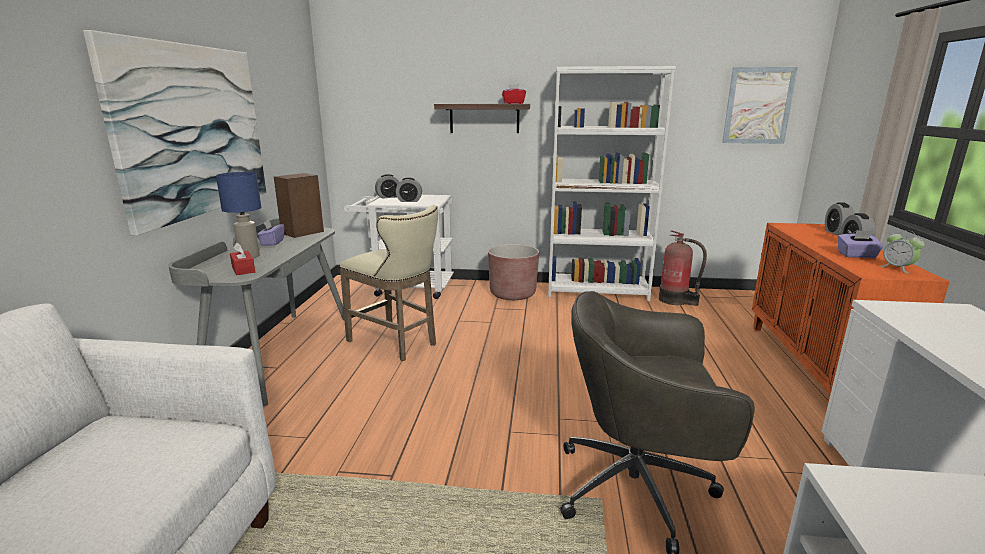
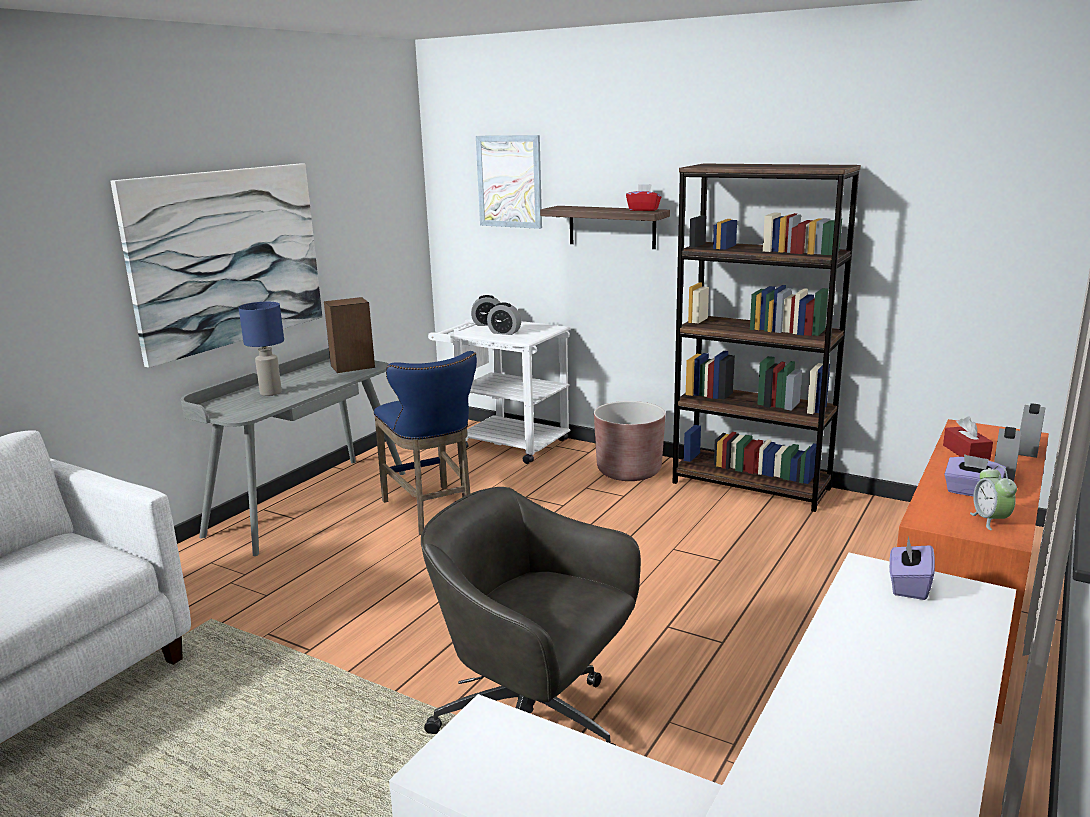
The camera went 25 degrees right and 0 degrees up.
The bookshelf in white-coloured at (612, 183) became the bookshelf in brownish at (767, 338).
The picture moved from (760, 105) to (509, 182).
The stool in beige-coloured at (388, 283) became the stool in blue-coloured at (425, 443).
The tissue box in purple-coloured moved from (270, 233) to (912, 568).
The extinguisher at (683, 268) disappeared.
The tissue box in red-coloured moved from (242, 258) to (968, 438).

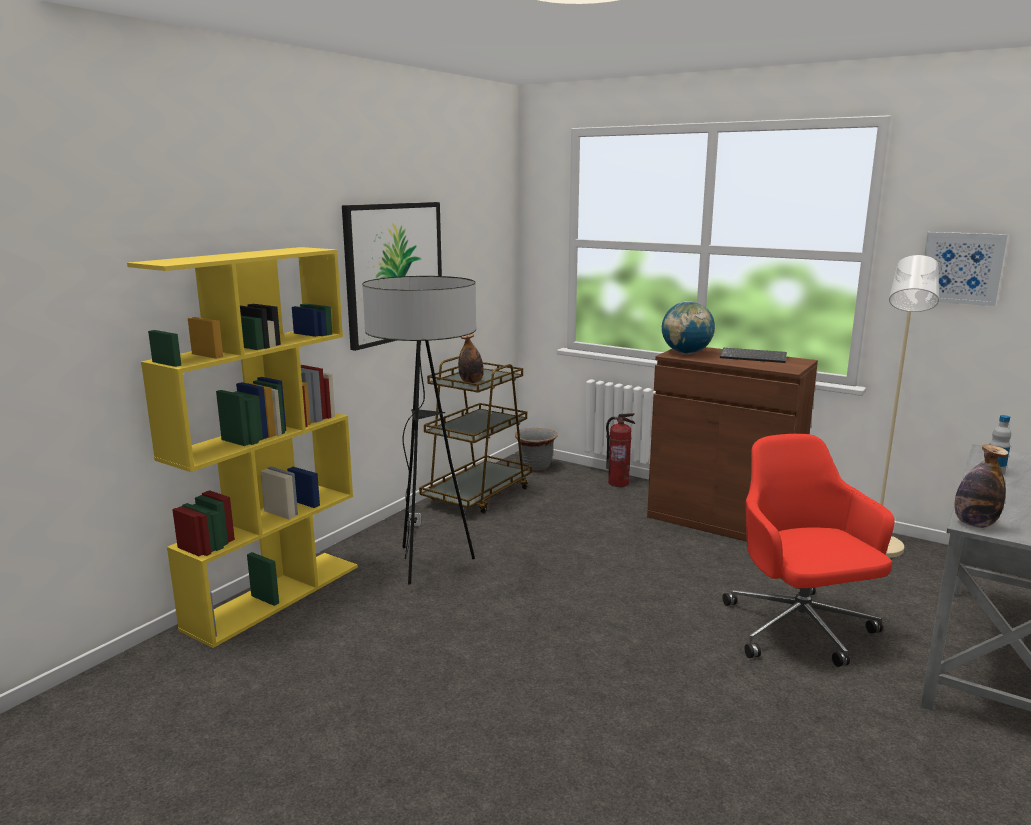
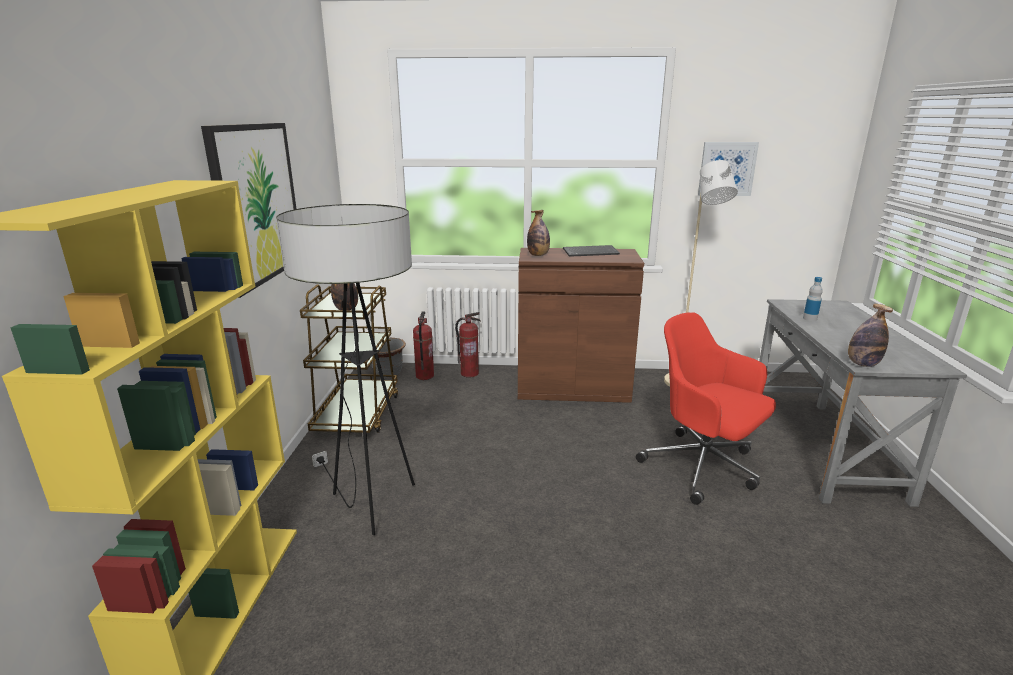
The camera went 30 degrees left and 5 degrees up.
The globe at (688, 327) was replaced by the bottle at (538, 233).
The extinguisher at (423, 345) appeared.

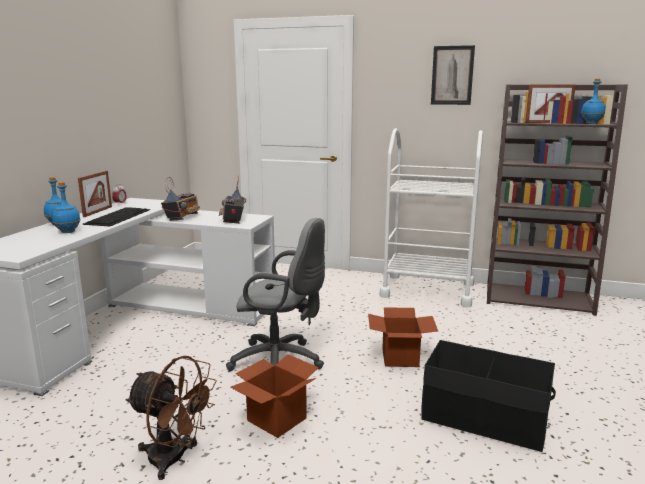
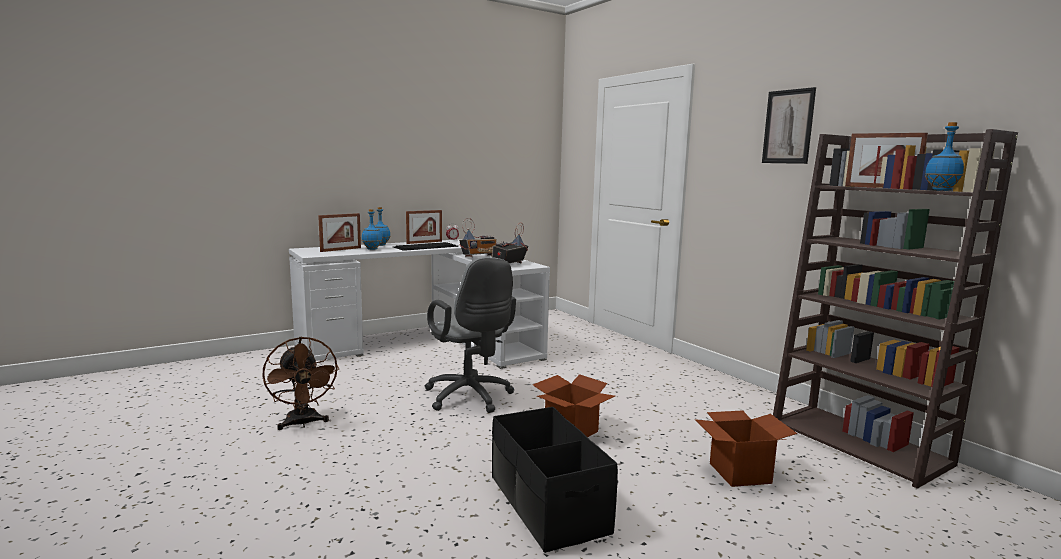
The camera went 40 degrees right and 5 degrees down.
The cart in white-coloured at (431, 217) disappeared.
The carton moved from (274, 396) to (746, 449).
The picture frame at (339, 232) appeared.

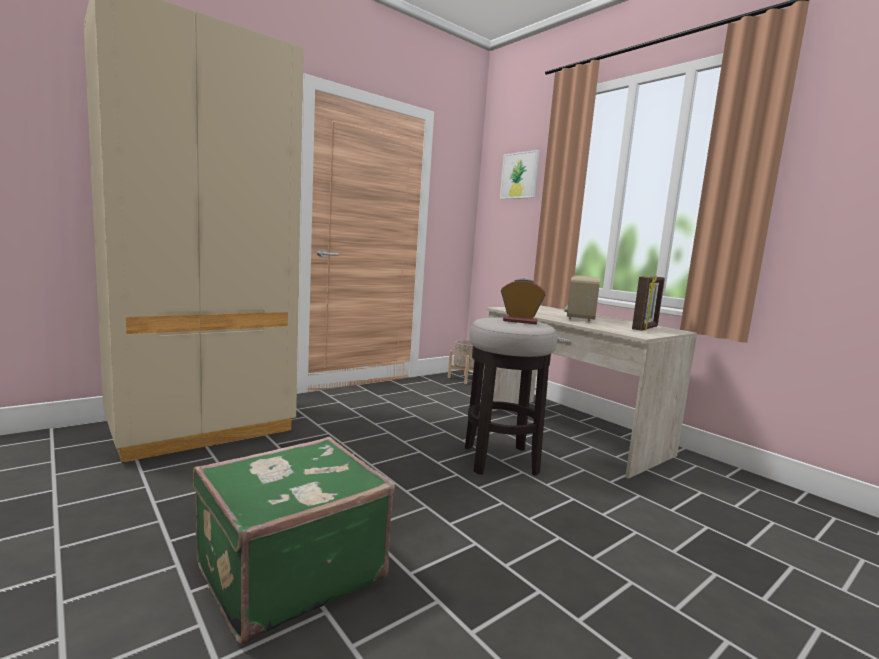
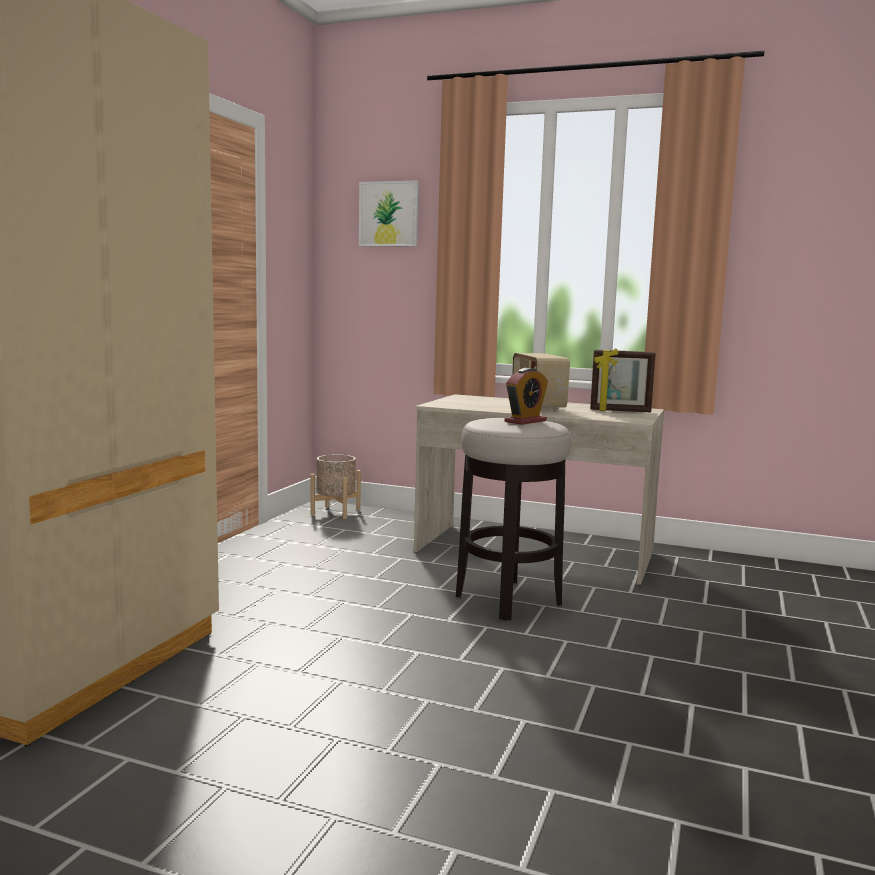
The camera went 30 degrees left and 0 degrees up.
The picture frame at (648, 303) turned 90 degrees clockwise.
The bedside clock at (523, 301) turned 150 degrees clockwise.
The piece of luggage in green at (294, 541) disappeared.

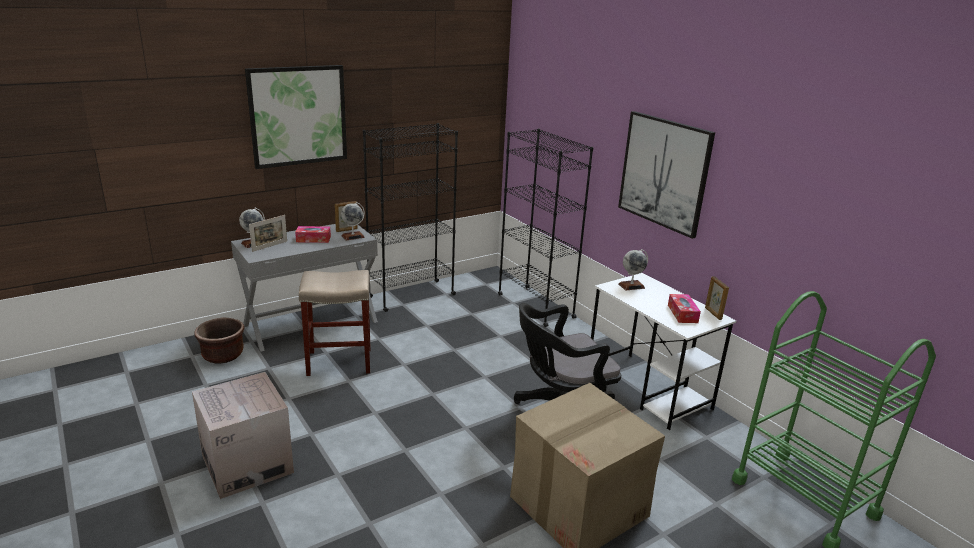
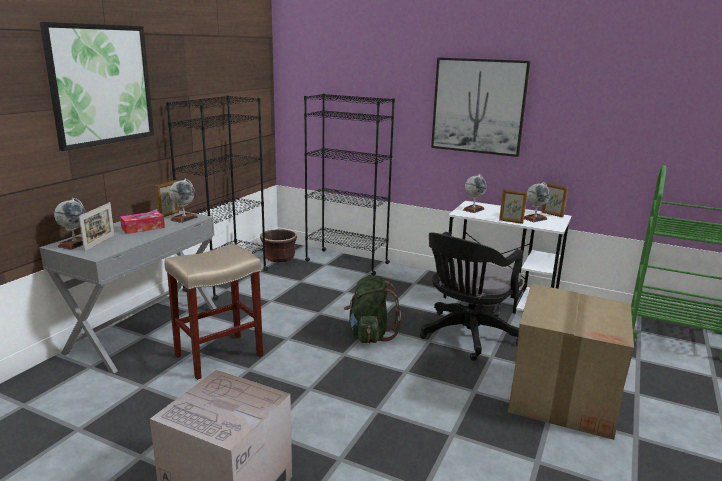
The camera went 30 degrees left and 5 degrees down.
The tissue box at (684, 308) was replaced by the globe at (537, 202).
The plant pot in brownish moved from (219, 341) to (278, 245).
The picture frame at (513, 206) appeared.
The backpack in green at (372, 309) appeared.

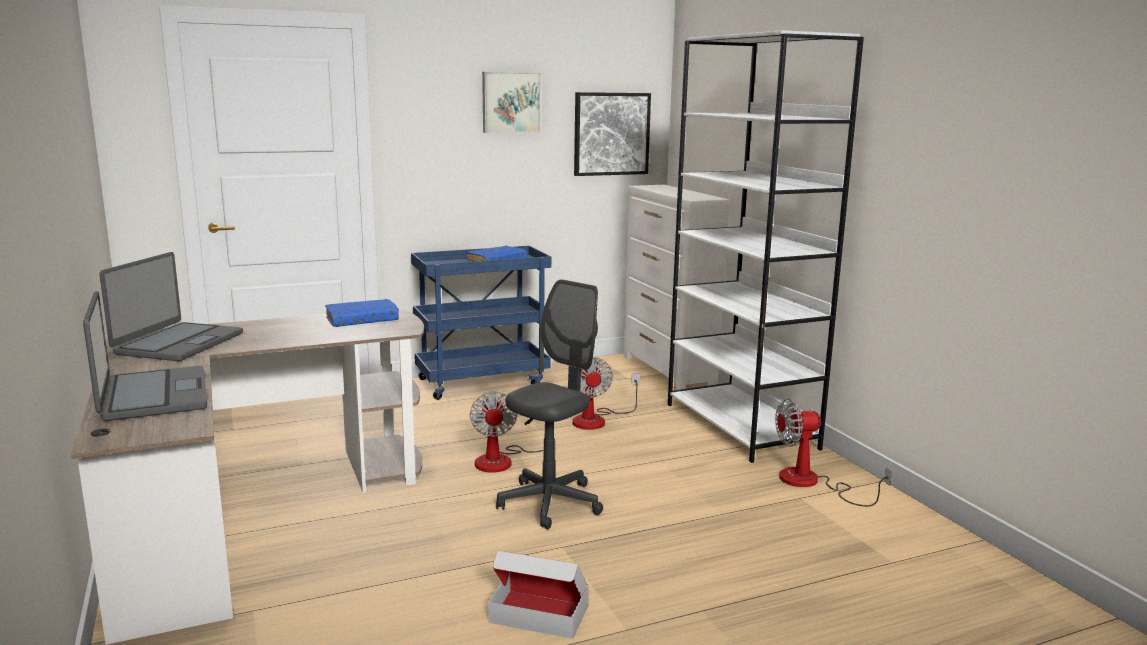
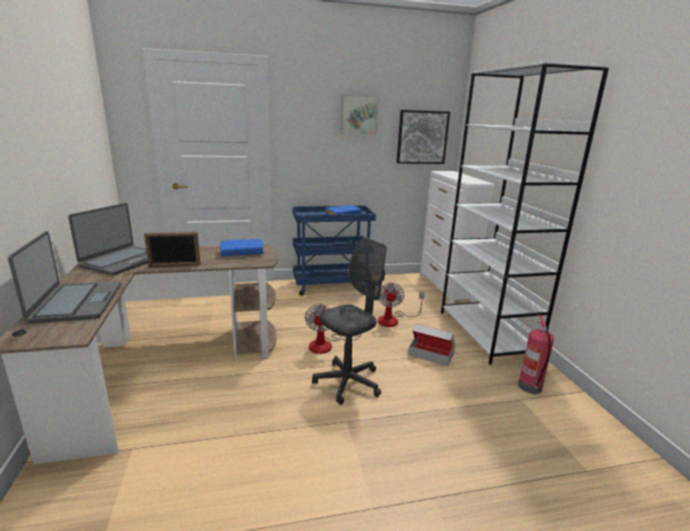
The camera went 10 degrees right and 5 degrees up.
The fan at (833, 453) was replaced by the extinguisher at (536, 354).
The carton moved from (538, 594) to (431, 344).
The picture frame at (172, 250) appeared.

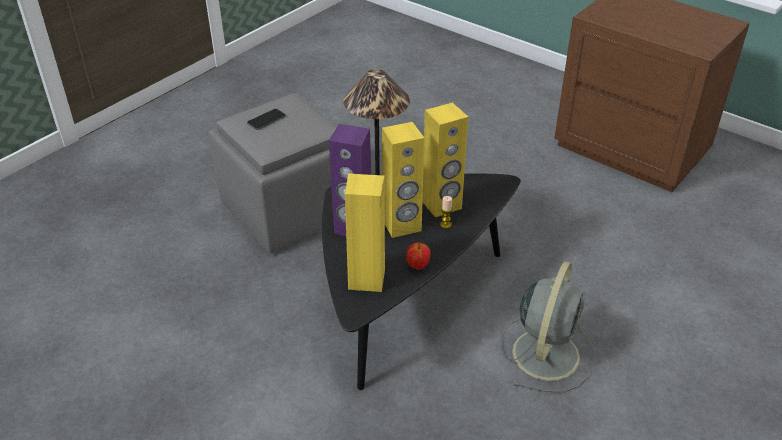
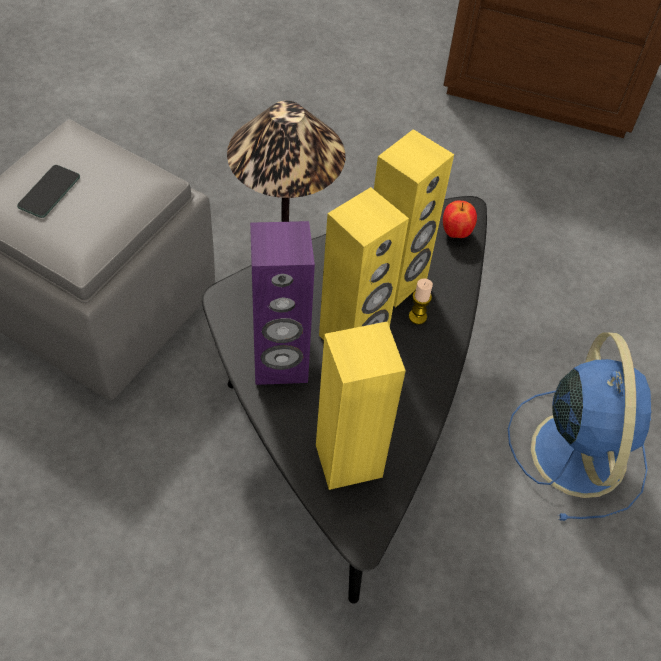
The camera went 25 degrees left and 15 degrees up.
The apple moved from (418, 256) to (460, 219).
The fan in grey at (548, 326) became the fan in blue-coloured at (580, 426).

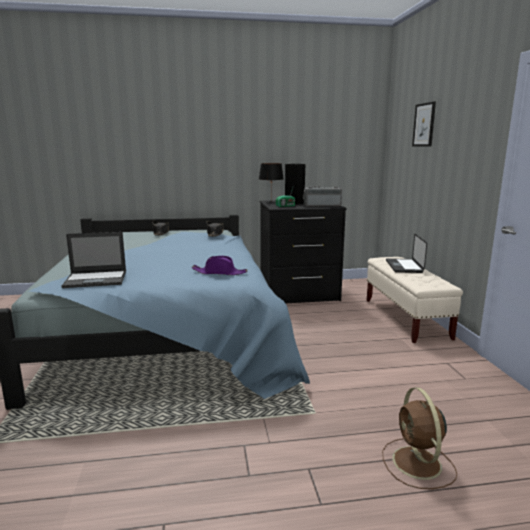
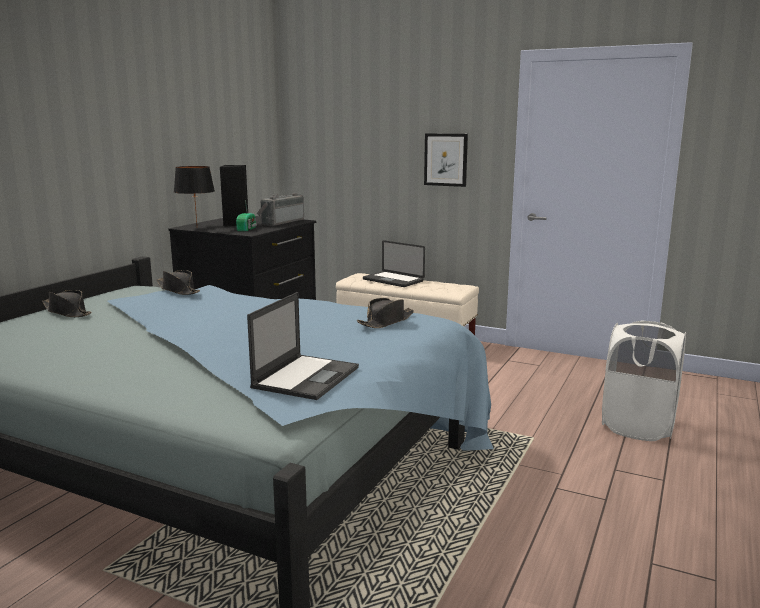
The camera went 55 degrees left and 0 degrees up.
The picture moved from (424, 124) to (446, 160).
The wearable hat in purple-coloured at (219, 265) became the wearable hat in black-coloured at (385, 313).
The fan in brownish at (419, 438) was replaced by the washing basket in white-coloured at (644, 381).

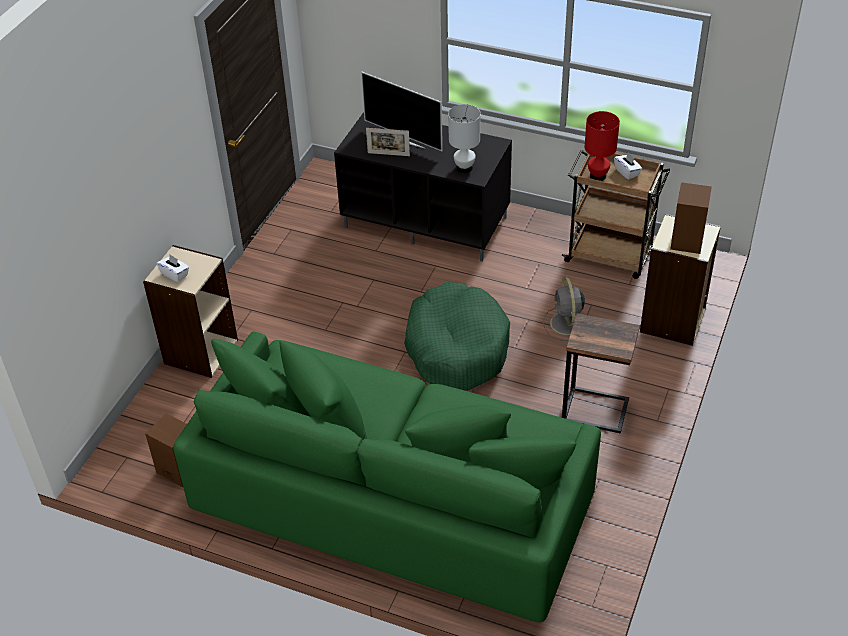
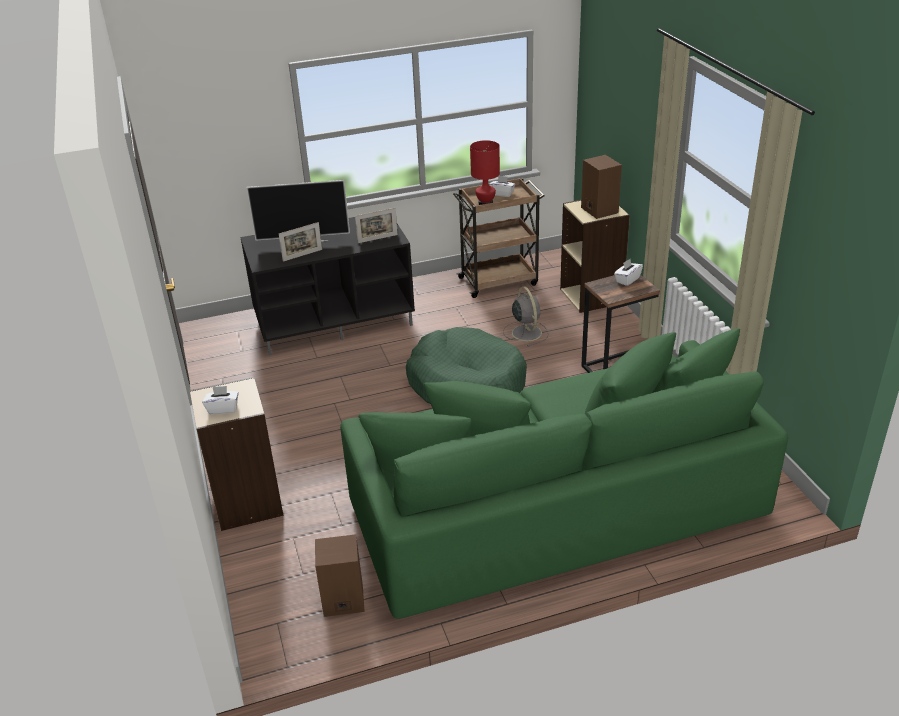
The camera went 40 degrees left and 10 degrees down.
The table lamp in white-coloured at (464, 138) was replaced by the picture frame at (376, 225).
The fan in grey at (564, 309) turned 150 degrees counterclockwise.
The tissue box in white-coloured at (628, 272) appeared.

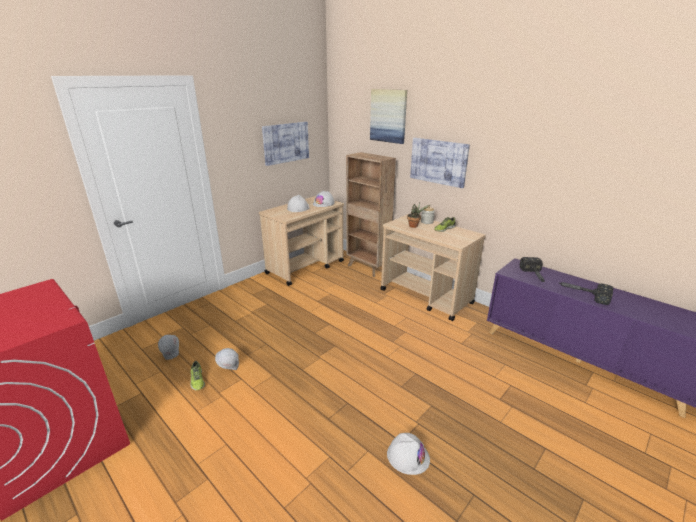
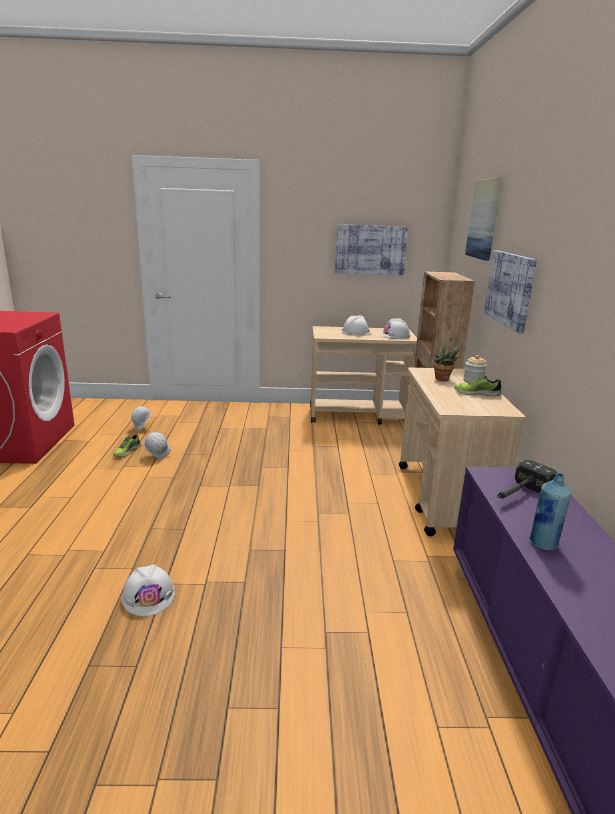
The camera went 45 degrees right and 5 degrees down.
The hand hammer at (585, 293) was replaced by the bottle in blue-coloured at (550, 512).

